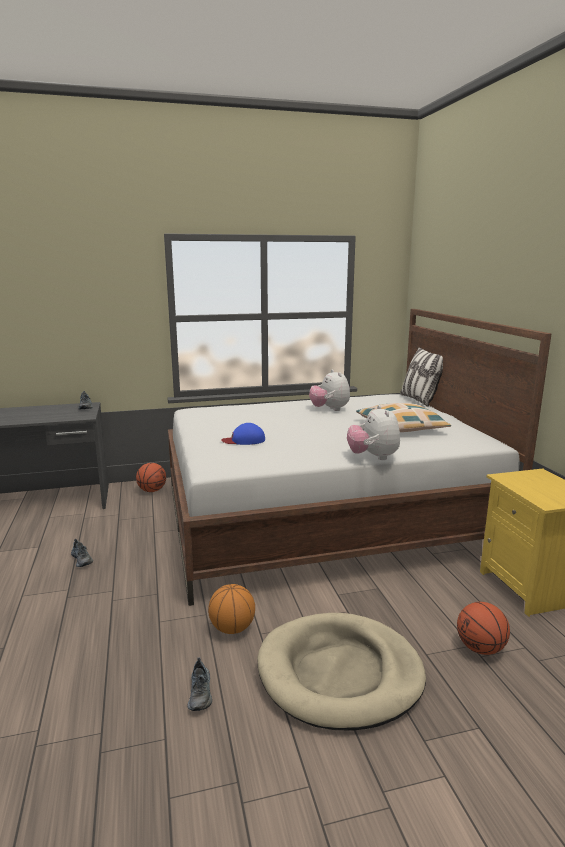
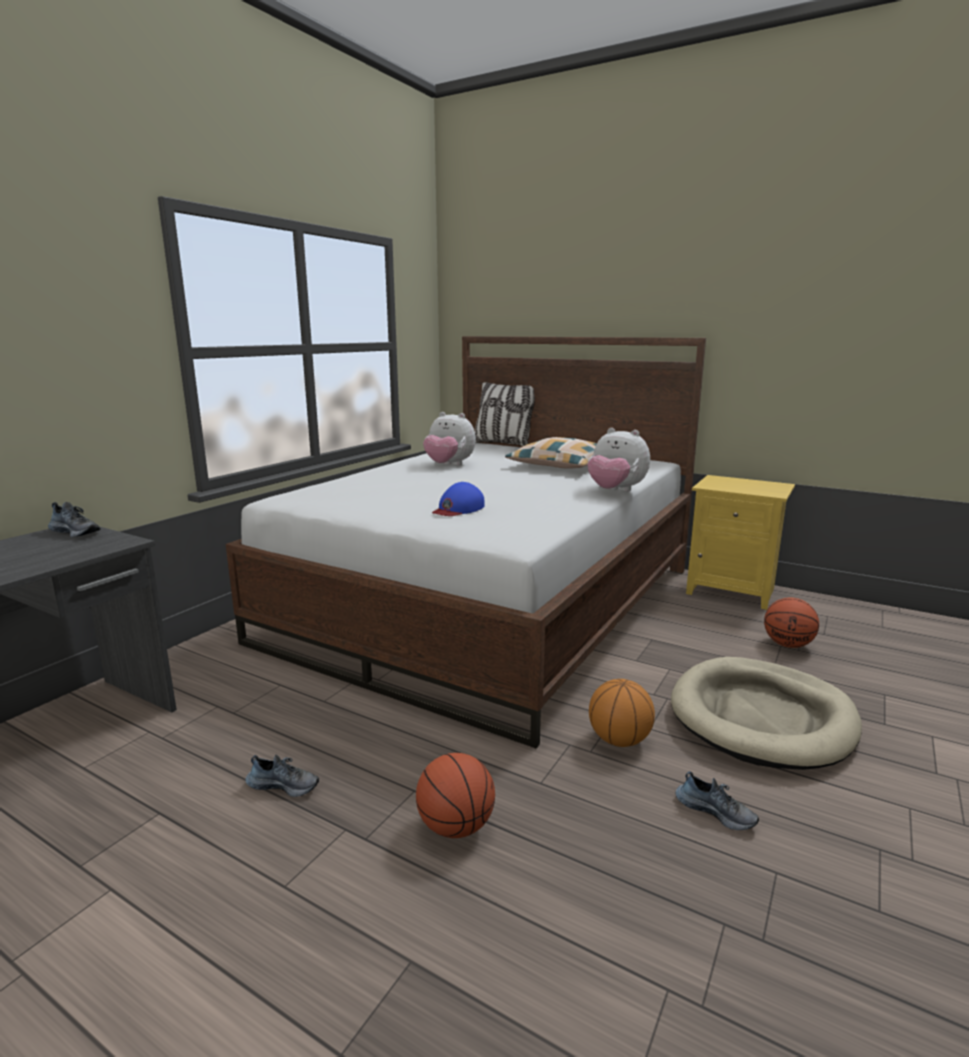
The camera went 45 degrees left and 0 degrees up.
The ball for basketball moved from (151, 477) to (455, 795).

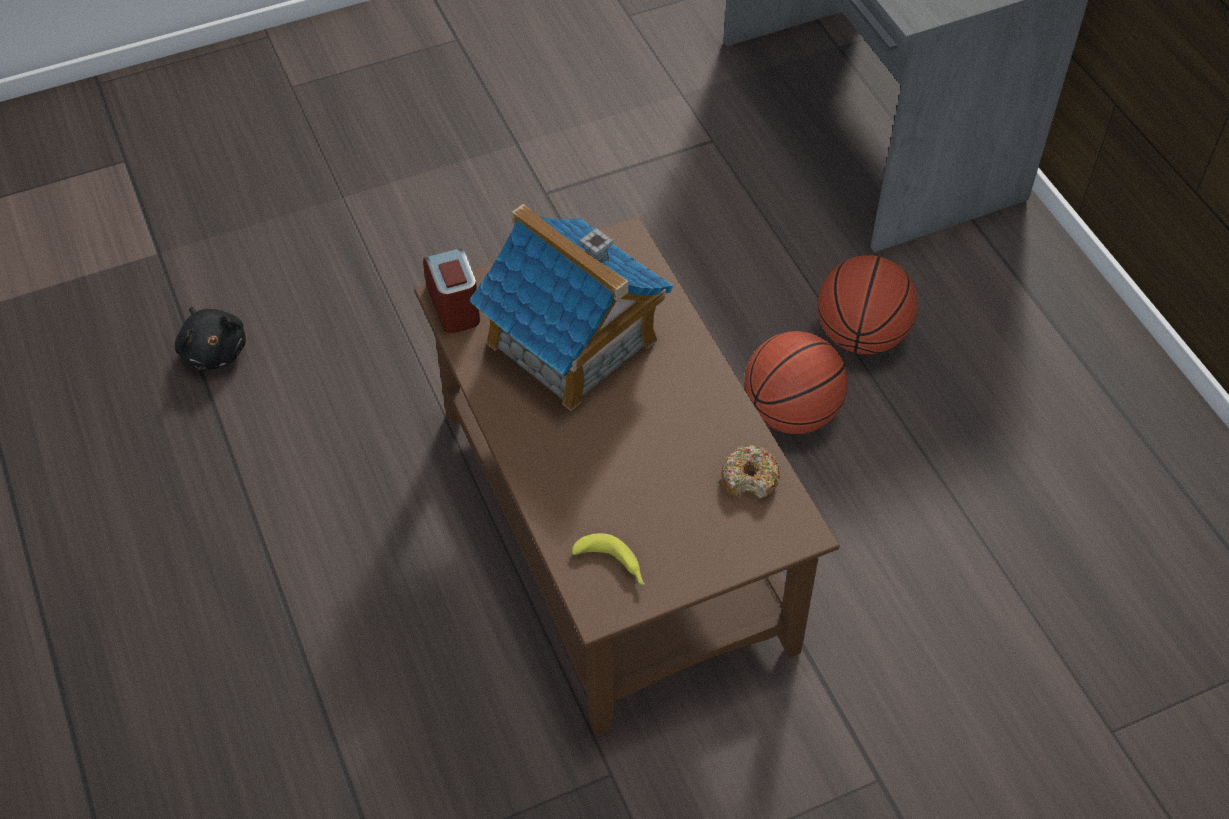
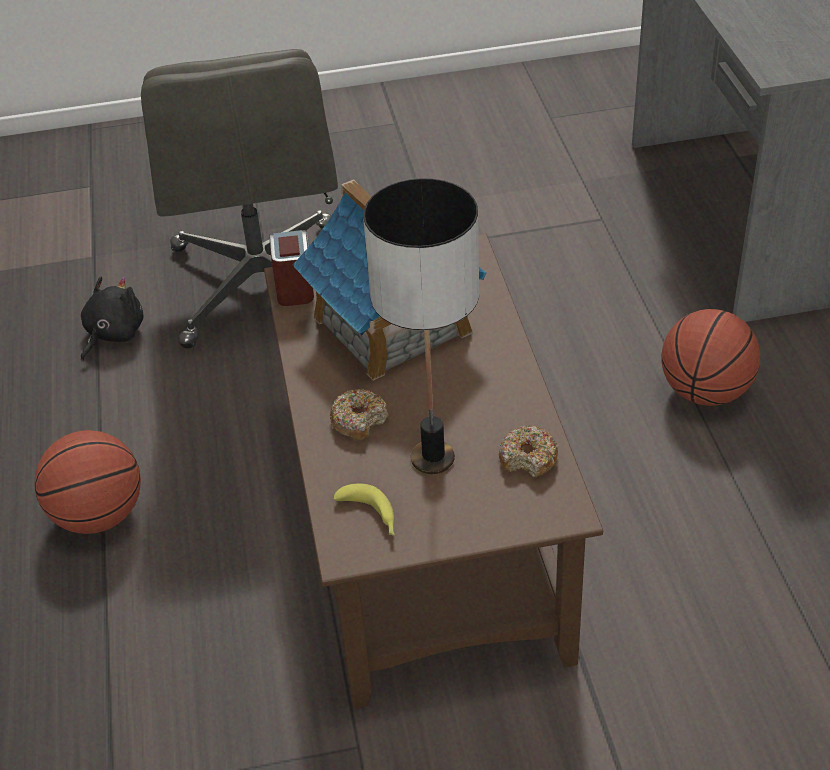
The camera went 15 degrees right and 10 degrees down.
The plush toy in black-coloured at (210, 338) turned 135 degrees counterclockwise.
The ball for basketball moved from (796, 382) to (88, 482).
The desk chair in grey at (239, 198) appeared.
The table lamp at (421, 326) appeared.
The doughnut at (359, 414) appeared.

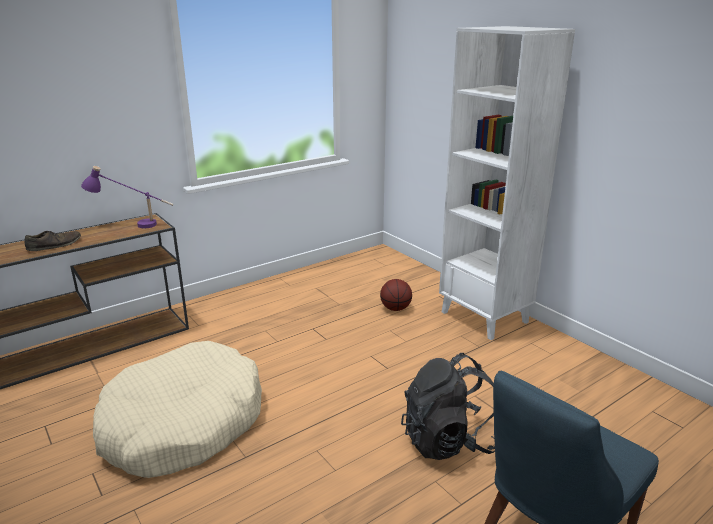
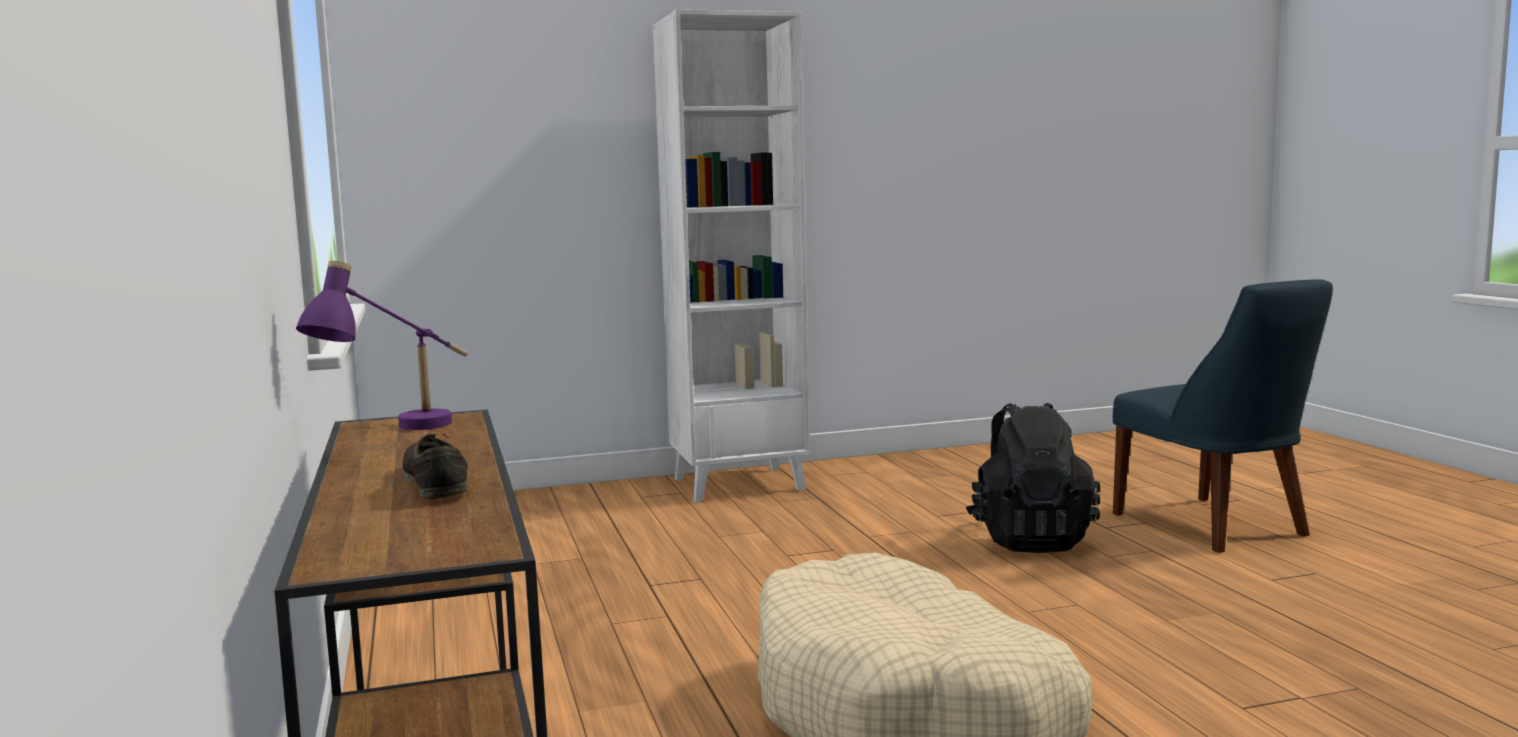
The camera went 70 degrees left and 15 degrees down.
The ball for basketball at (396, 295) disappeared.

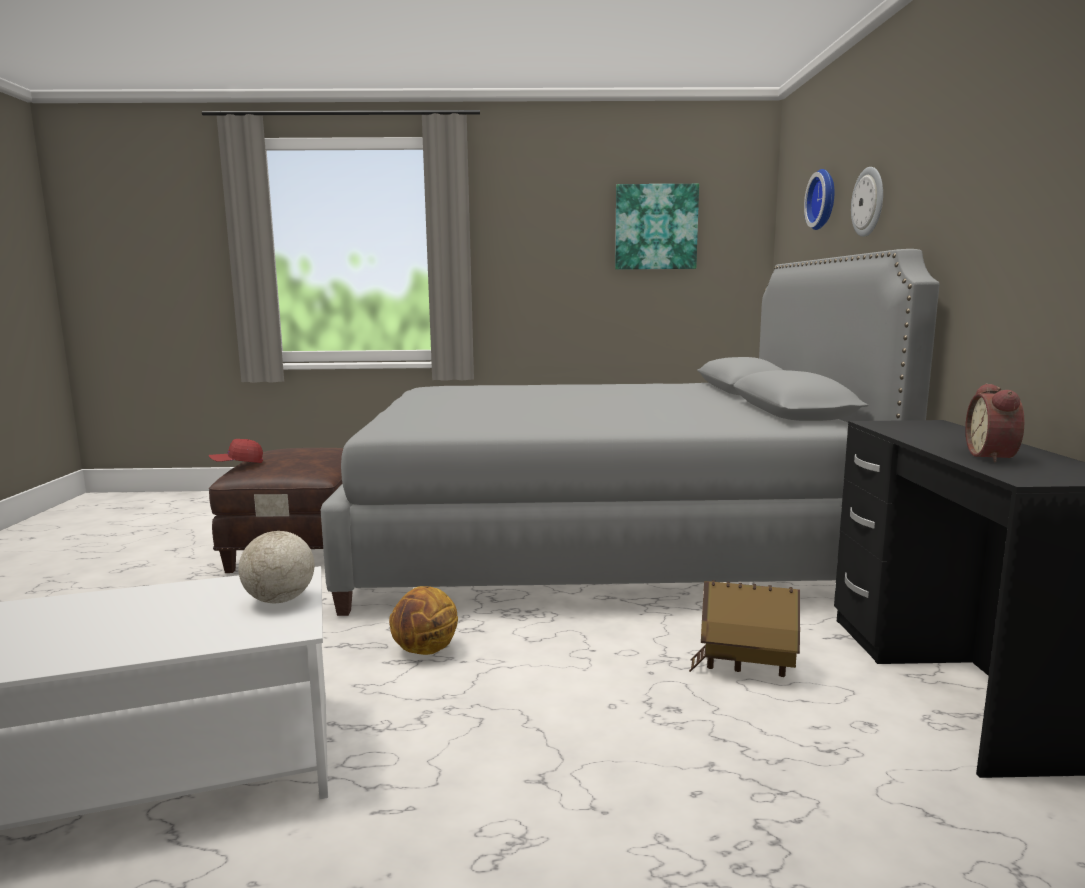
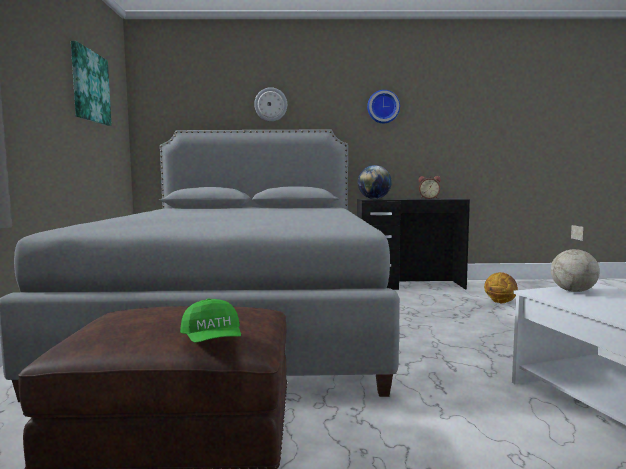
The camera went 90 degrees left and 5 degrees down.
The wall clock moved from (819, 199) to (383, 106).
The cap in red-coloured at (236, 451) became the cap in green at (210, 320).
The miniature house at (744, 628) disappeared.
The ball for basketball moved from (423, 620) to (501, 287).
The globe at (375, 182) appeared.

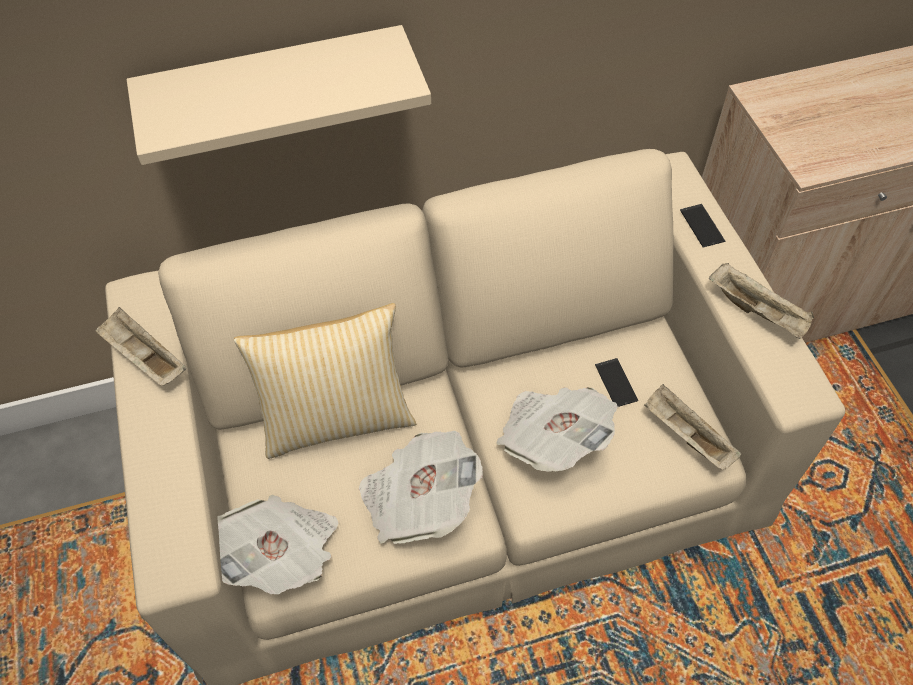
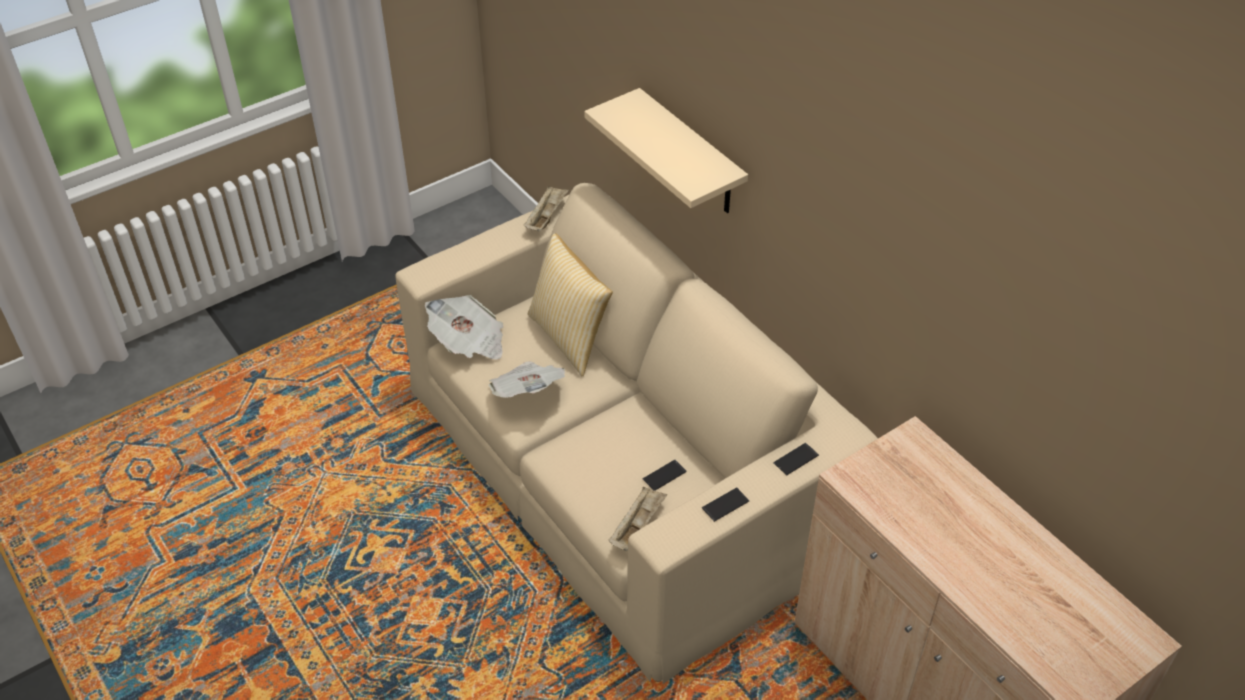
The camera went 70 degrees right and 10 degrees down.
The serving tray in beige-coloured at (761, 301) was replaced by the handset at (725, 504).
The printed paper at (557, 429) disappeared.

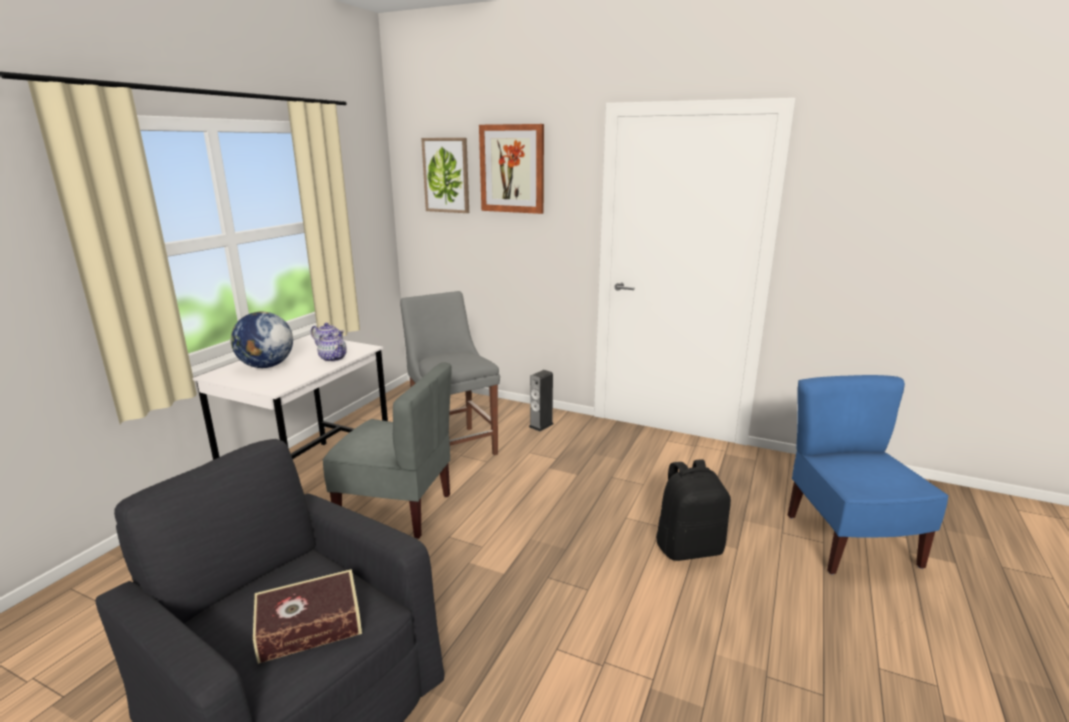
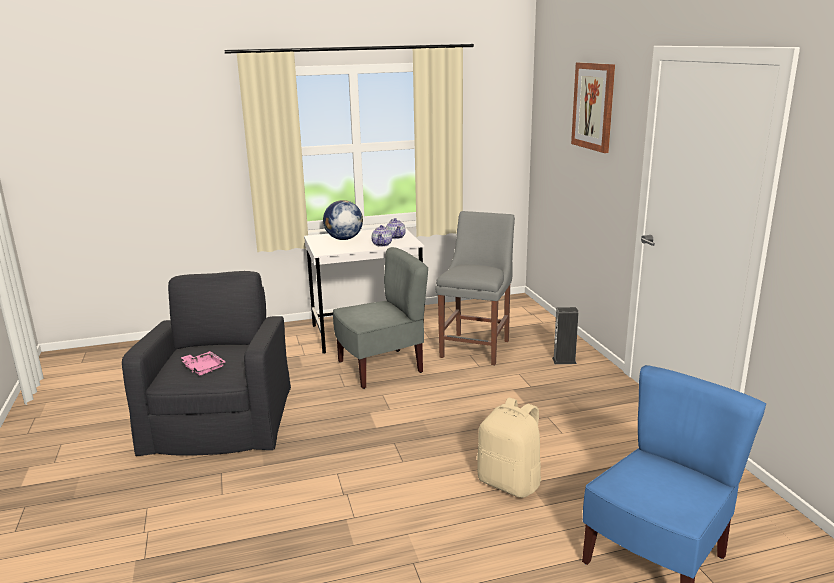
The camera went 50 degrees right and 0 degrees up.
The picture at (445, 175) disappeared.
The upright chair in grey at (387, 450) turned 90 degrees counterclockwise.
The backpack in black-coloured at (693, 510) became the backpack in beige-coloured at (509, 448).
The bound book at (307, 616) was replaced by the serving tray in pink at (203, 363).

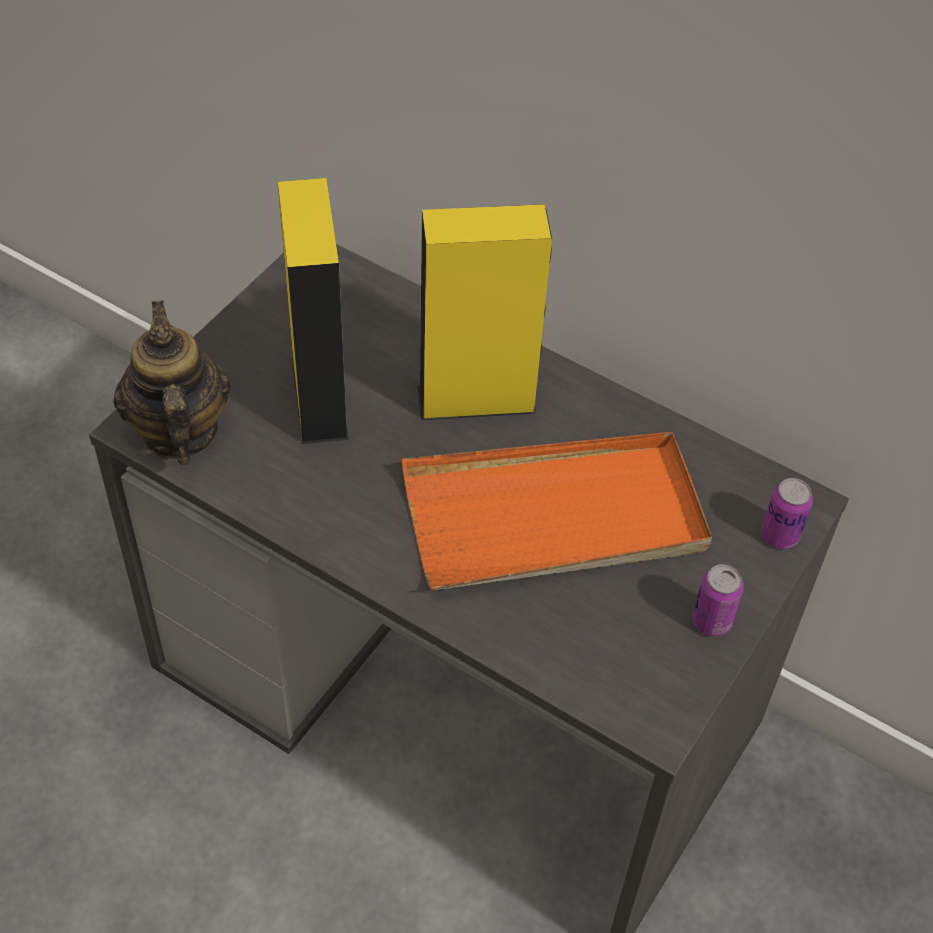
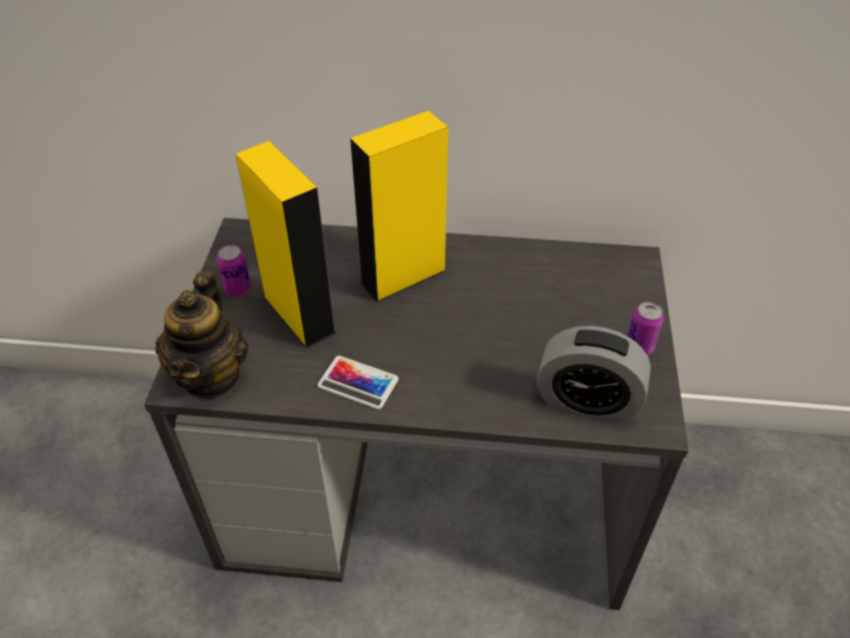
The camera went 25 degrees left and 5 degrees down.
The tea pot at (172, 382) turned 135 degrees counterclockwise.
The serving tray in orange at (557, 511) disappeared.
The sealed can moved from (787, 513) to (234, 271).
The bedside clock at (594, 375) appeared.
The handset at (358, 382) appeared.

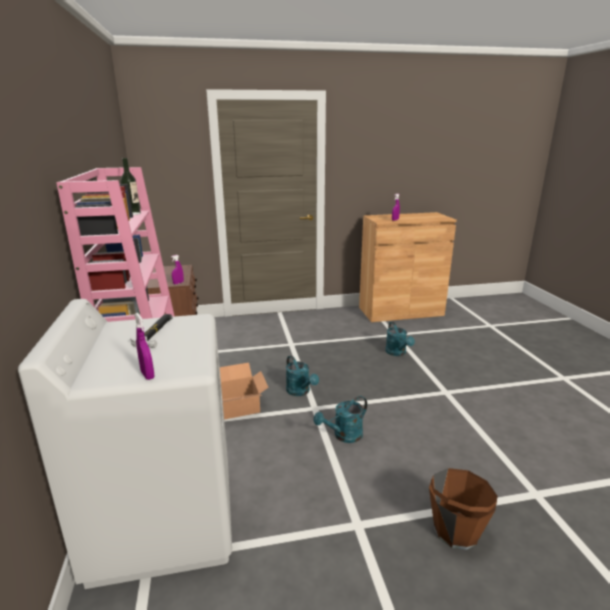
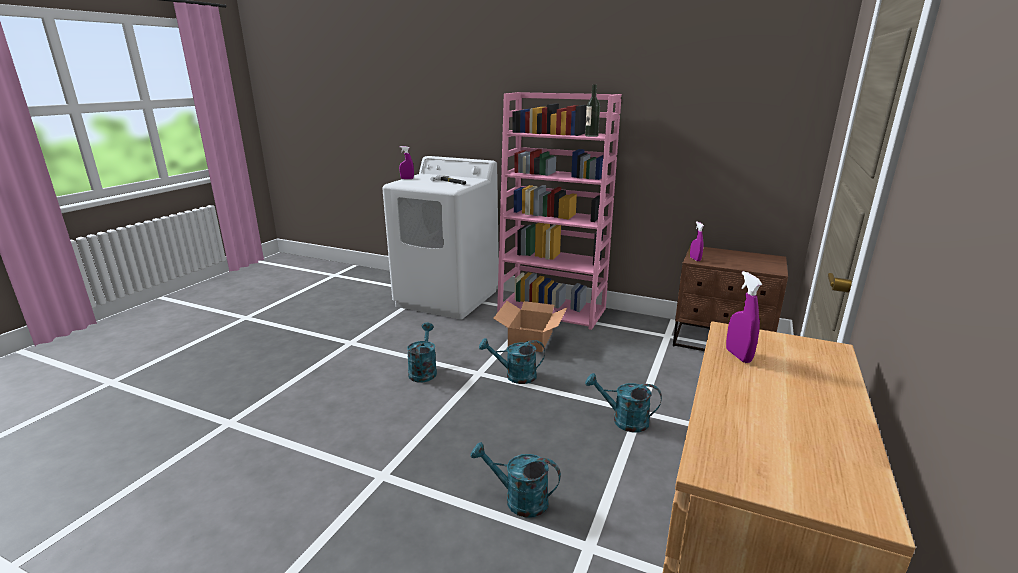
The camera went 125 degrees right and 0 degrees up.
The bucket in brownish at (463, 509) disappeared.
The sprinkling can in turquoise at (623, 402) appeared.

